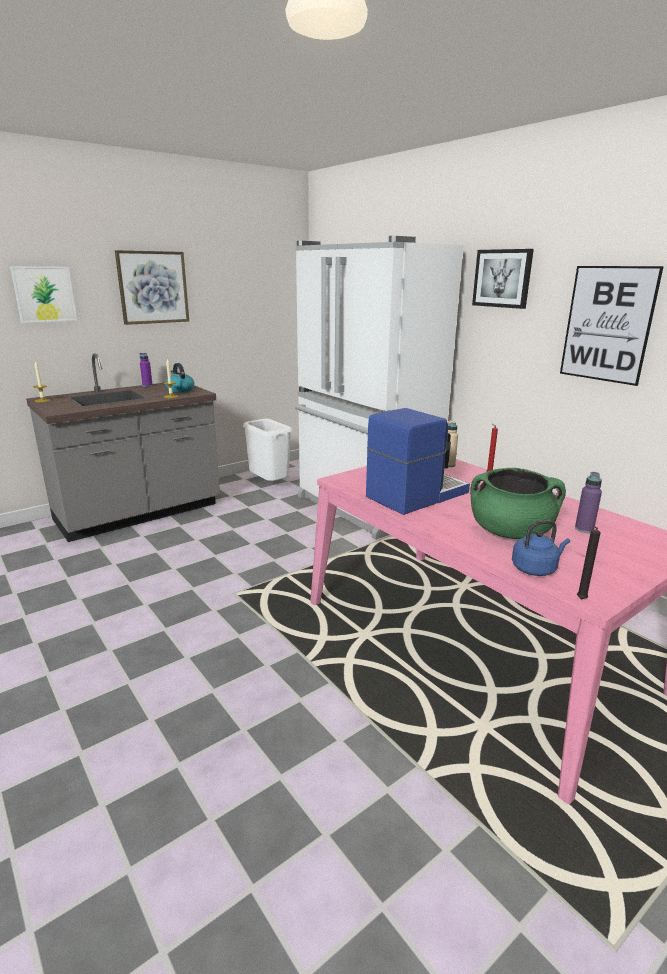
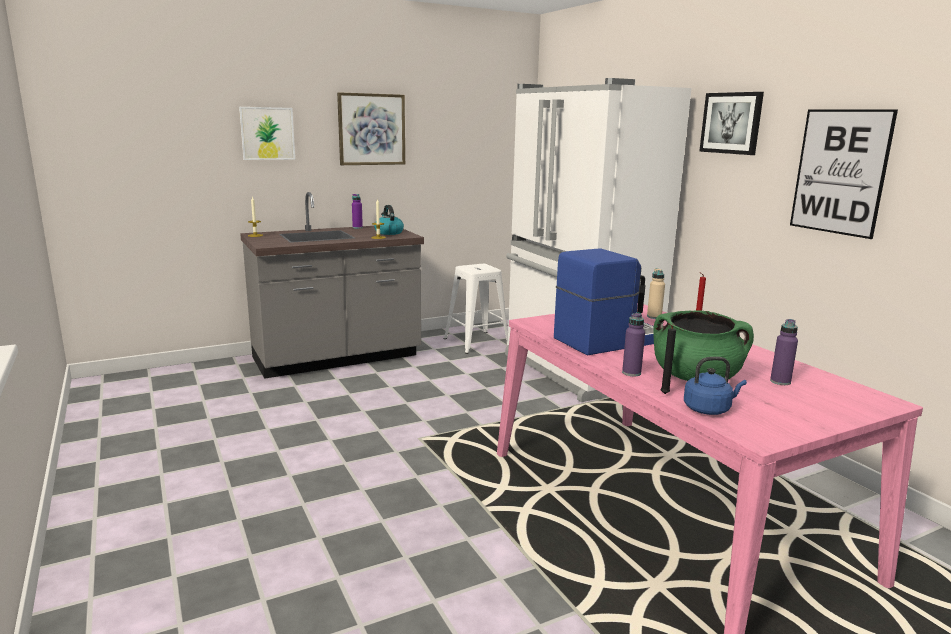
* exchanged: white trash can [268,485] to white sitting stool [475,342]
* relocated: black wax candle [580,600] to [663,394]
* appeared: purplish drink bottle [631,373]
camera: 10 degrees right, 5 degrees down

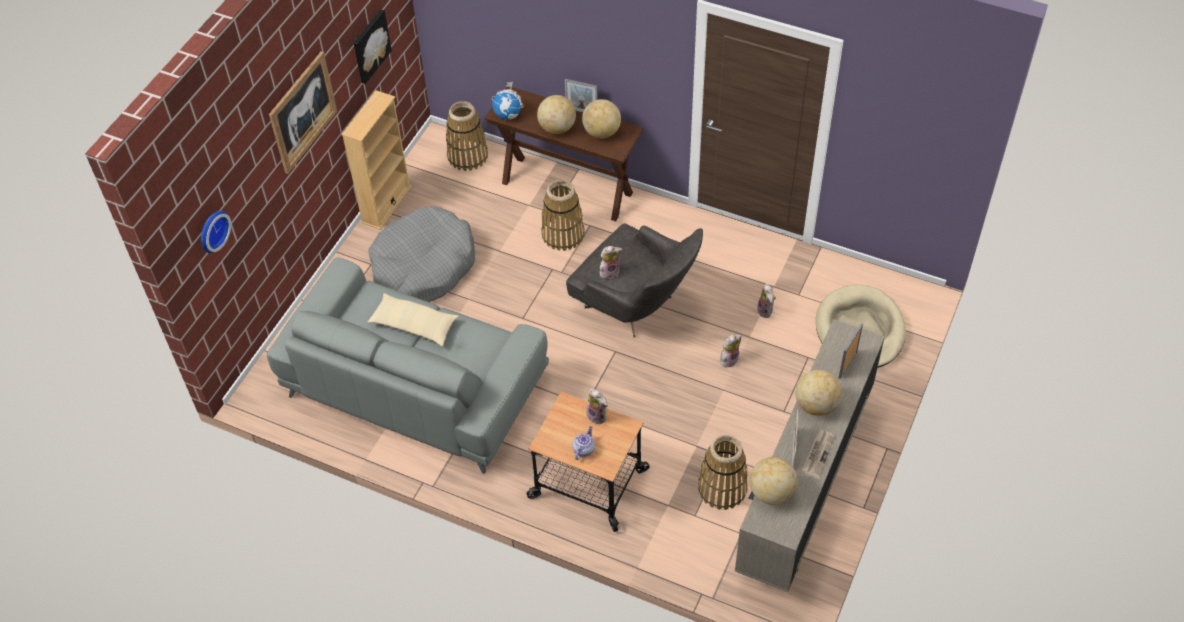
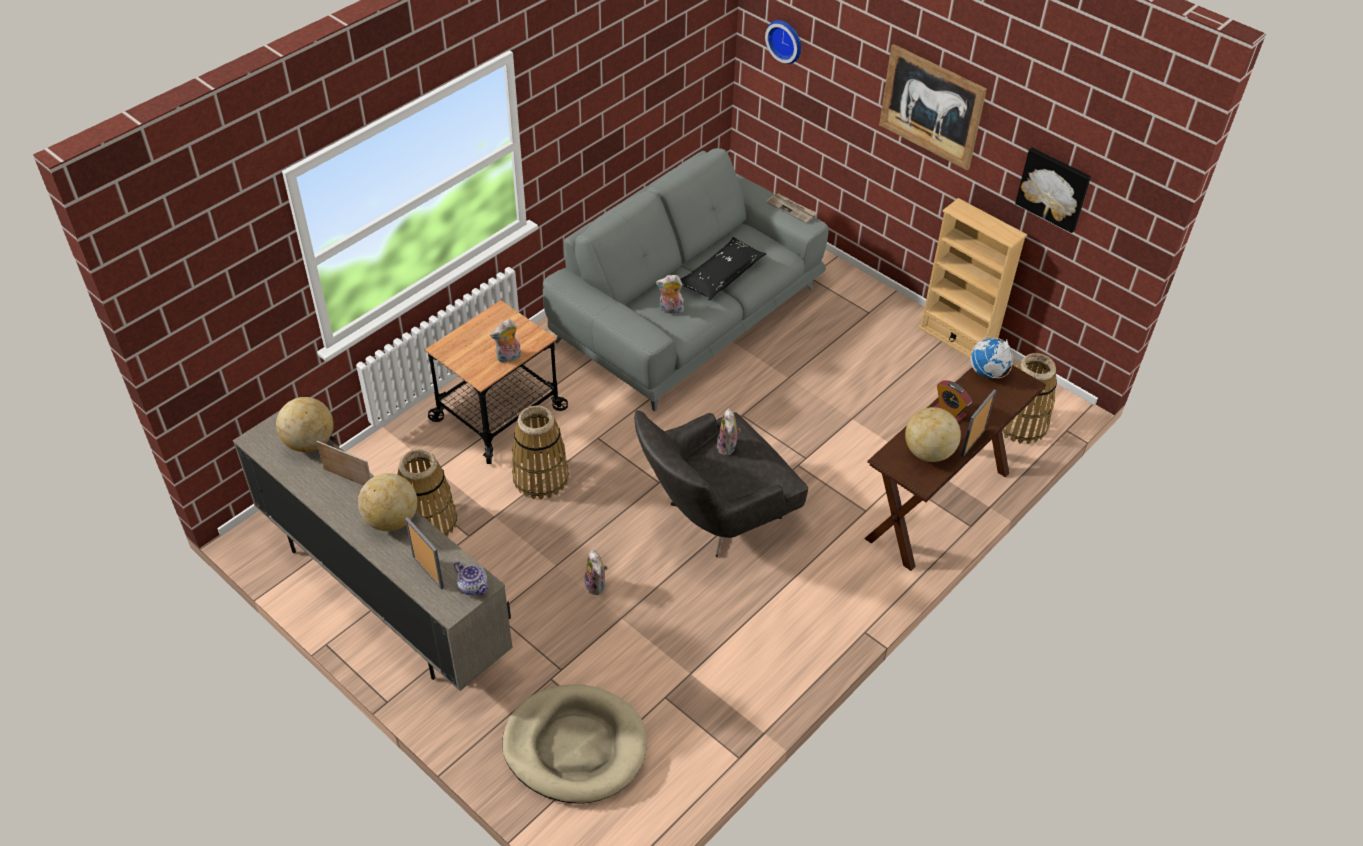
* exchanged: desk globe [557,128] to alarm clock [949,412]
* relocated: household basket [562,234] to [540,477]
* missing: grey dog bed [423,267]
* relocated: cuddly toy [766,311] to [670,310]
* colour: sand-coloured pillow [414,325] to black pillow [721,276]
* relocated: teapot [583,449] to [473,587]
* relocated: newspaper [818,454] to [791,209]
camera: 105 degrees right, 5 degrees down

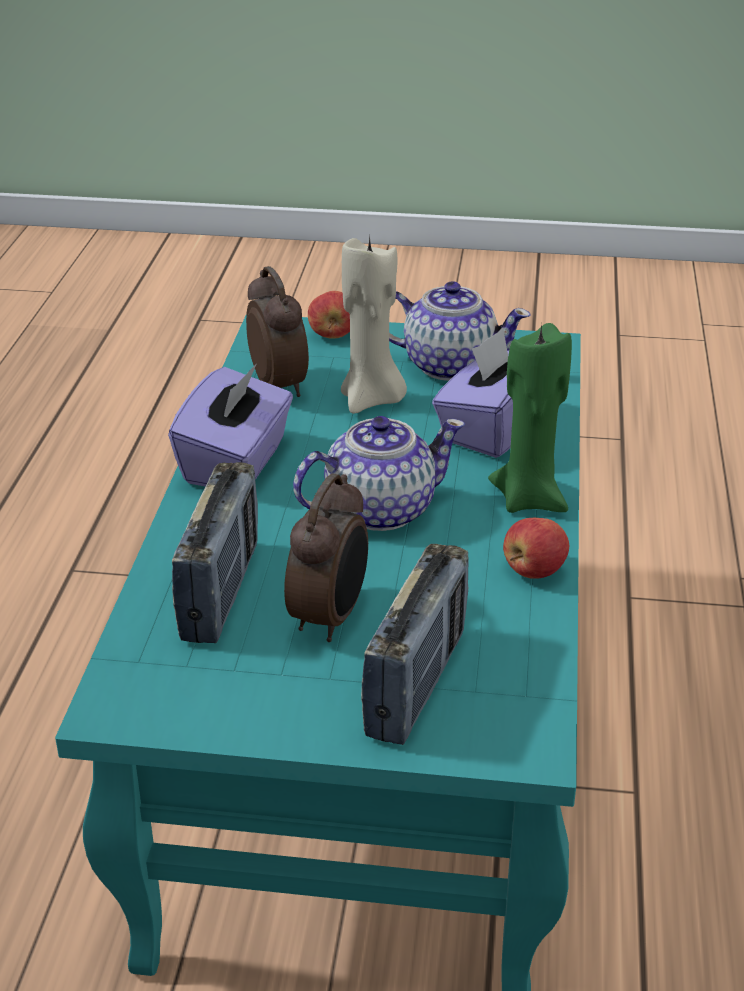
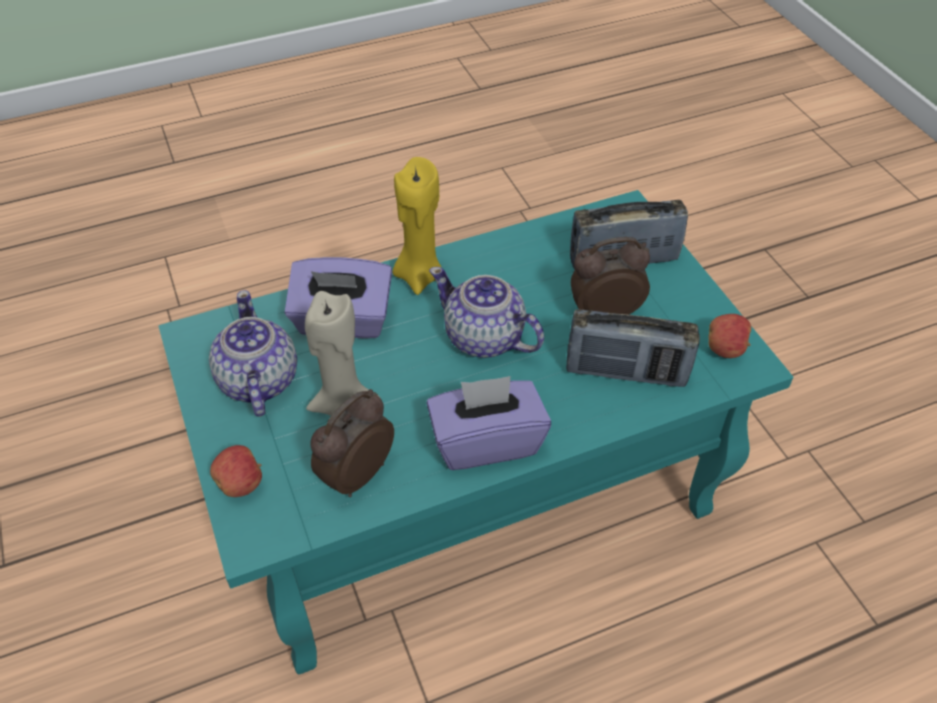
* colour: green wax candle [529,498] to yellowish wax candle [419,275]
* spun: radio set [221,591] = [625,372] 150 degrees counterclockwise
* relocated: apple [533,571] to [725,349]
camera: 120 degrees left, 15 degrees up

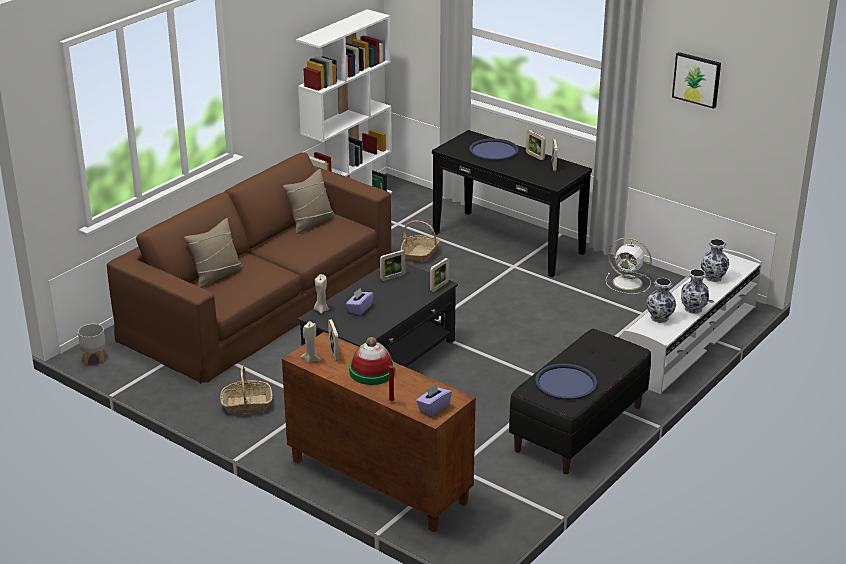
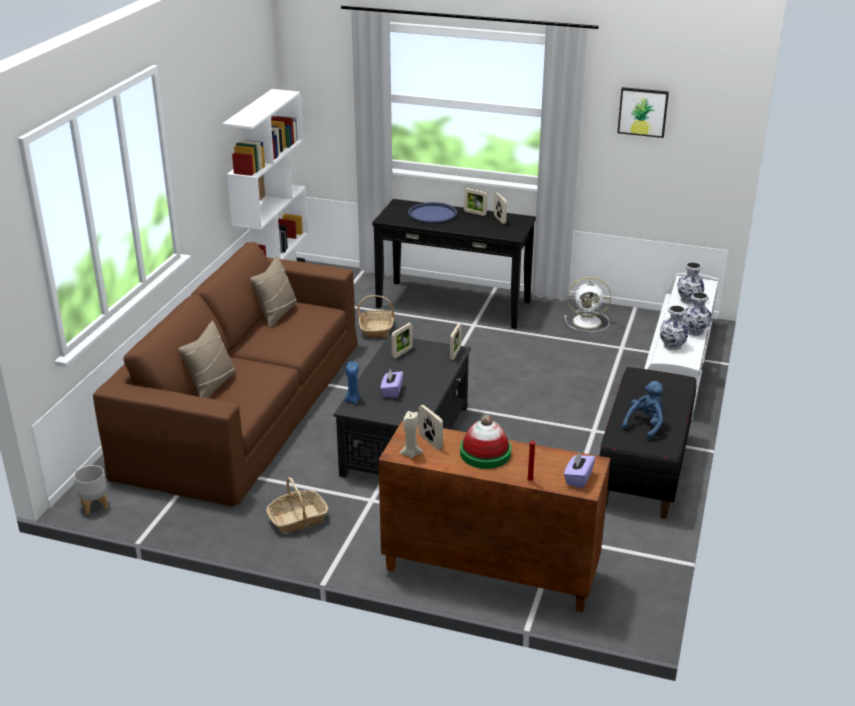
* colour: sand-coloured wax candle [321,310] to blue wax candle [352,400]
* exchanged: blue carrying tray [566,383] to blue cuddly toy [645,425]
camera: 20 degrees left, 0 degrees up

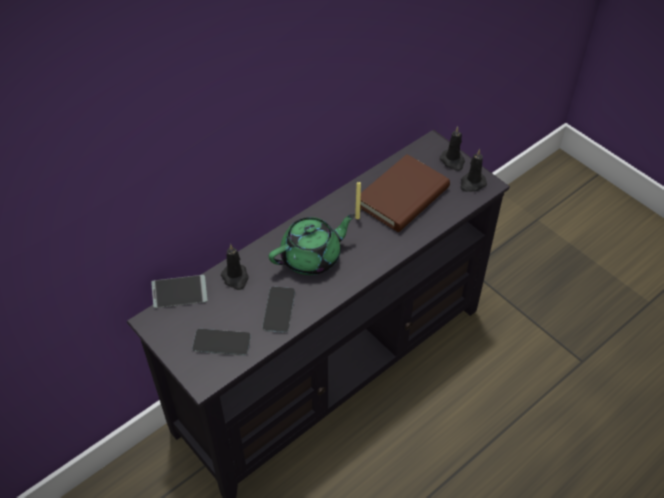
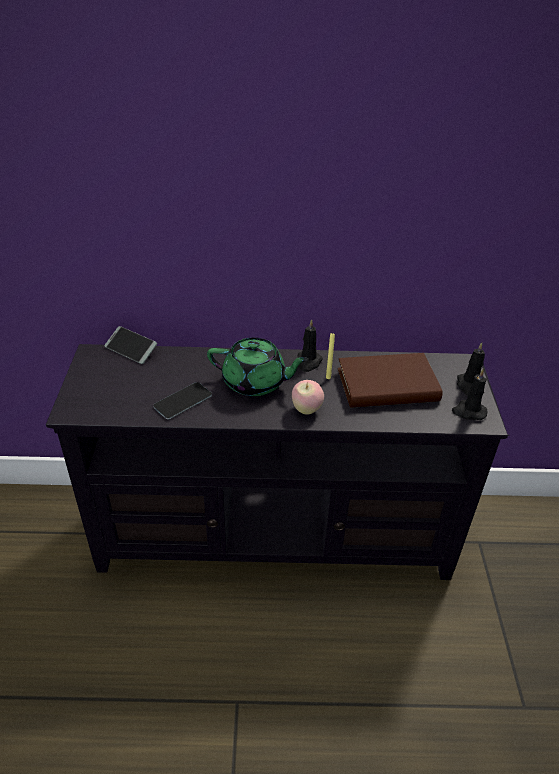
* relocated: black wax candle [235,278] to [308,362]
* missing: telephone [221,342]
* appeared: apple [306,409]
camera: 40 degrees right, 10 degrees down

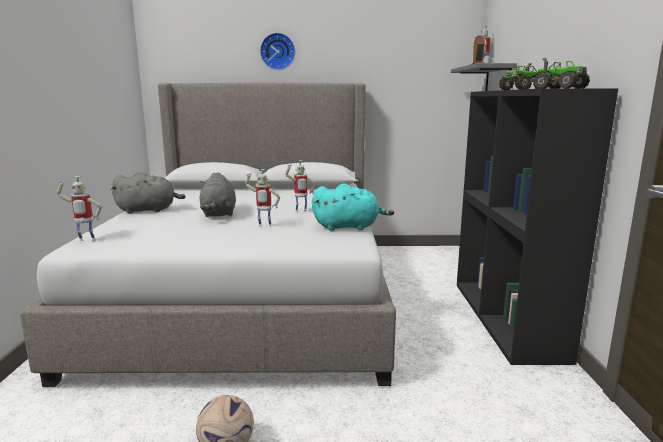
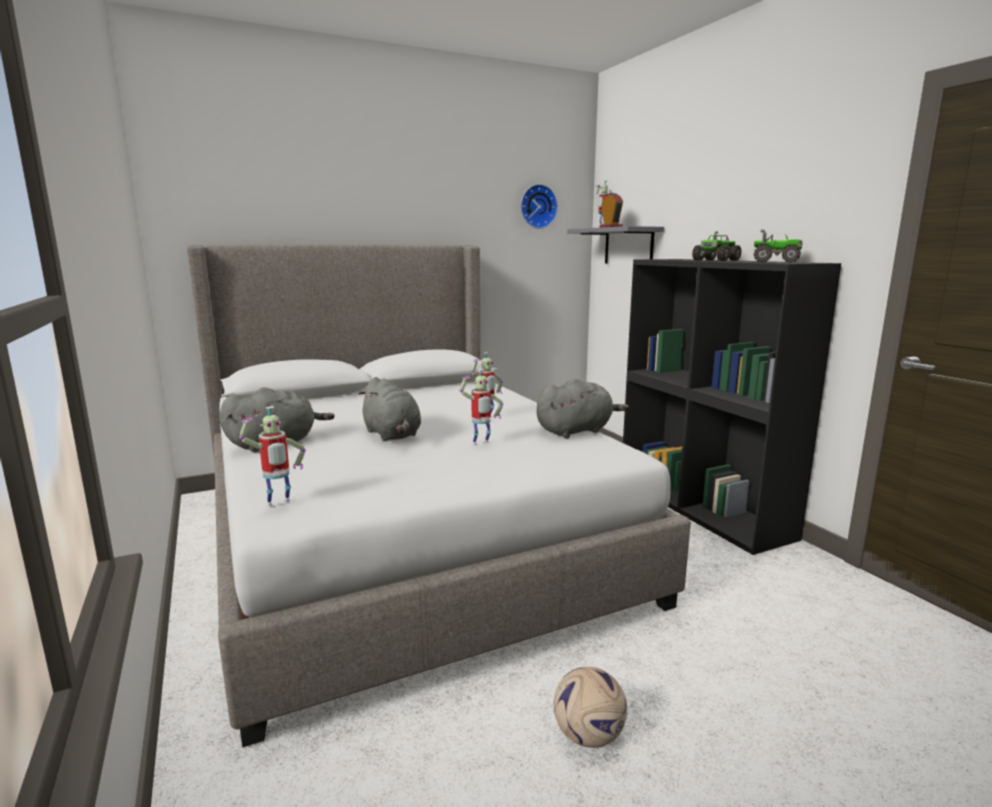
* relocated: clock on the wall [278,51] to [537,206]
* colour: turquoise cuddly toy [349,227] to grey cuddly toy [576,431]
camera: 25 degrees left, 0 degrees up

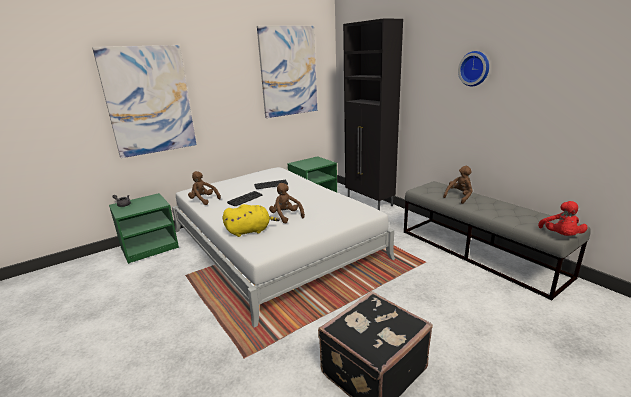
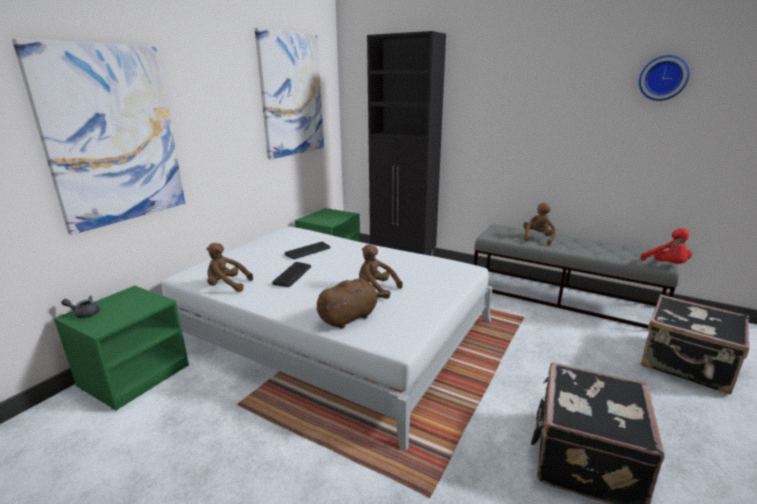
* relocated: clock on the wall [475,68] to [663,78]
* colour: yellowish cuddly toy [250,231] to brown cuddly toy [350,317]
* appeared: black travel case [686,365]
camera: 25 degrees left, 0 degrees up

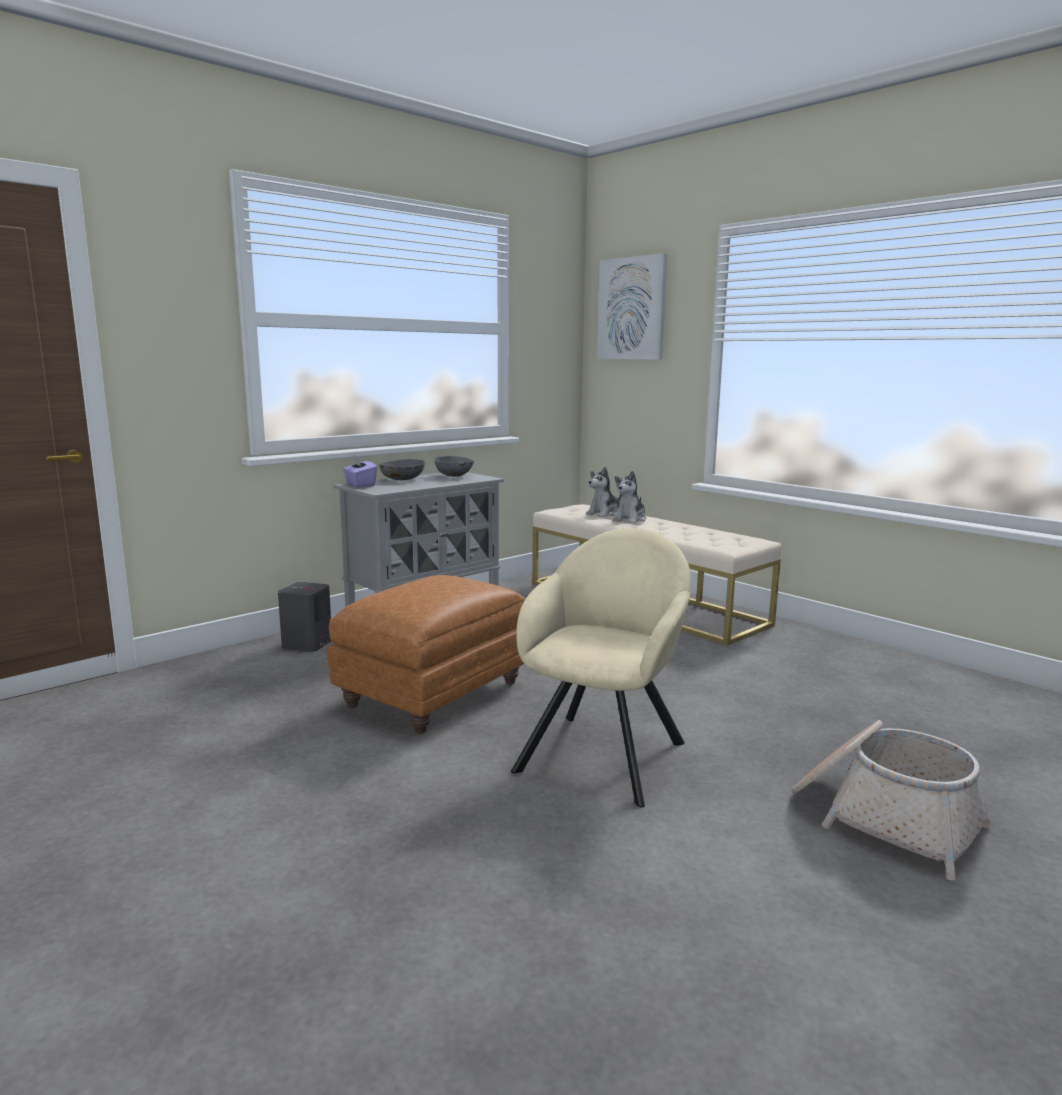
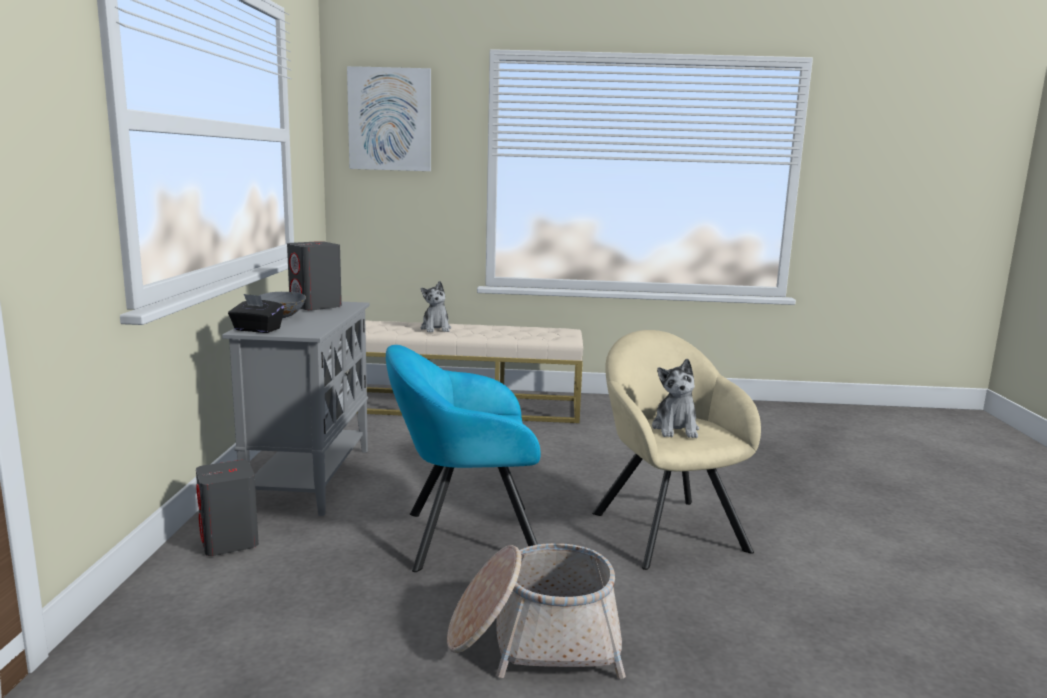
* colour: purplish tissue holder [360,485] to black tissue holder [257,330]
* exchanged: grey serving bowl [455,476] to grey speaker [316,306]
* relocated: cuddly toy [604,514] to [675,429]
* exchanged: brown footrest [434,694] to turquoise armchair [463,537]
* relocated: household basket [883,818] to [534,640]
camera: 45 degrees left, 0 degrees up

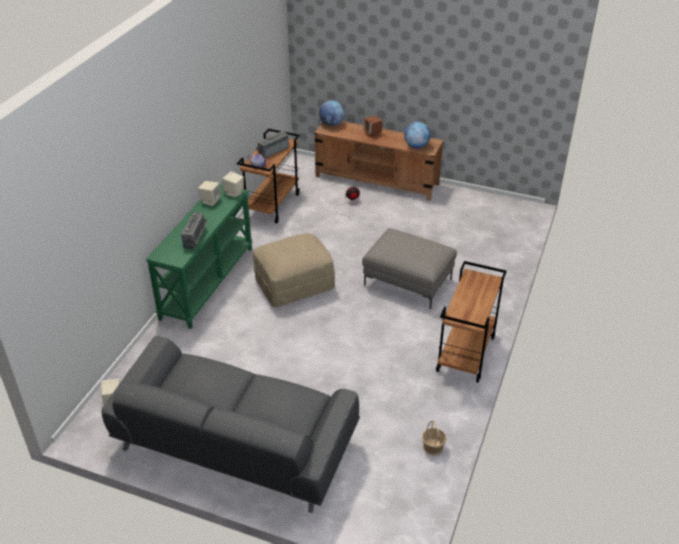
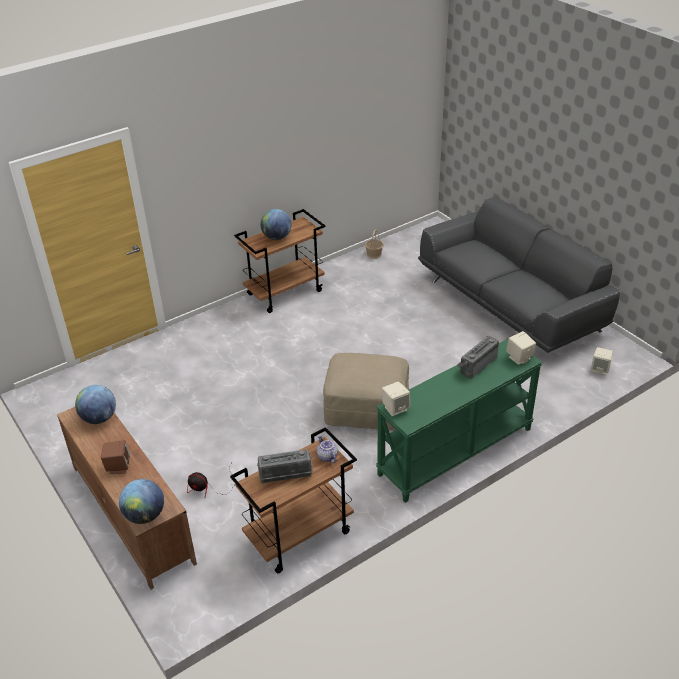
* relocated: sand-coloured speaker [210,201] to [519,358]
* missing: grey footrest [409,282]
* appeared: desk globe [277,237]
camera: 145 degrees left, 0 degrees up

